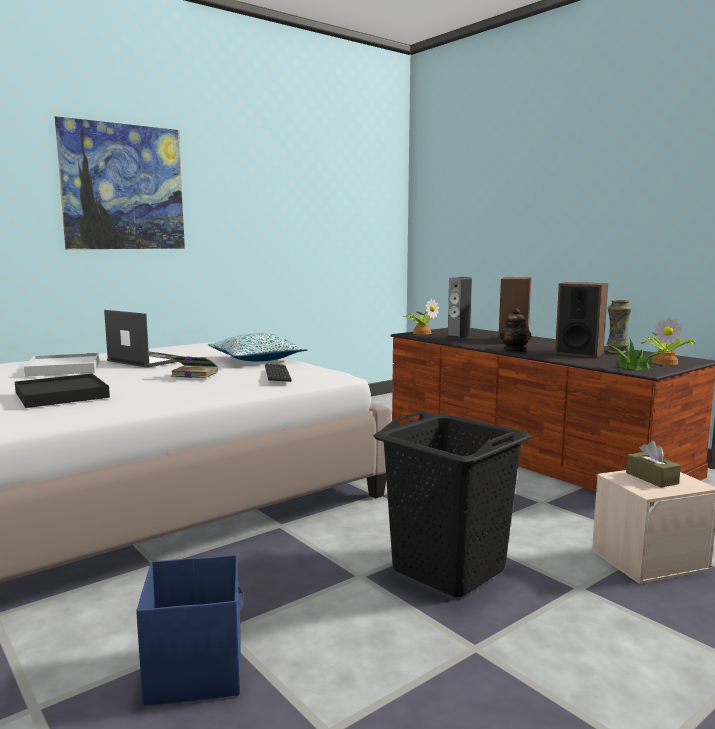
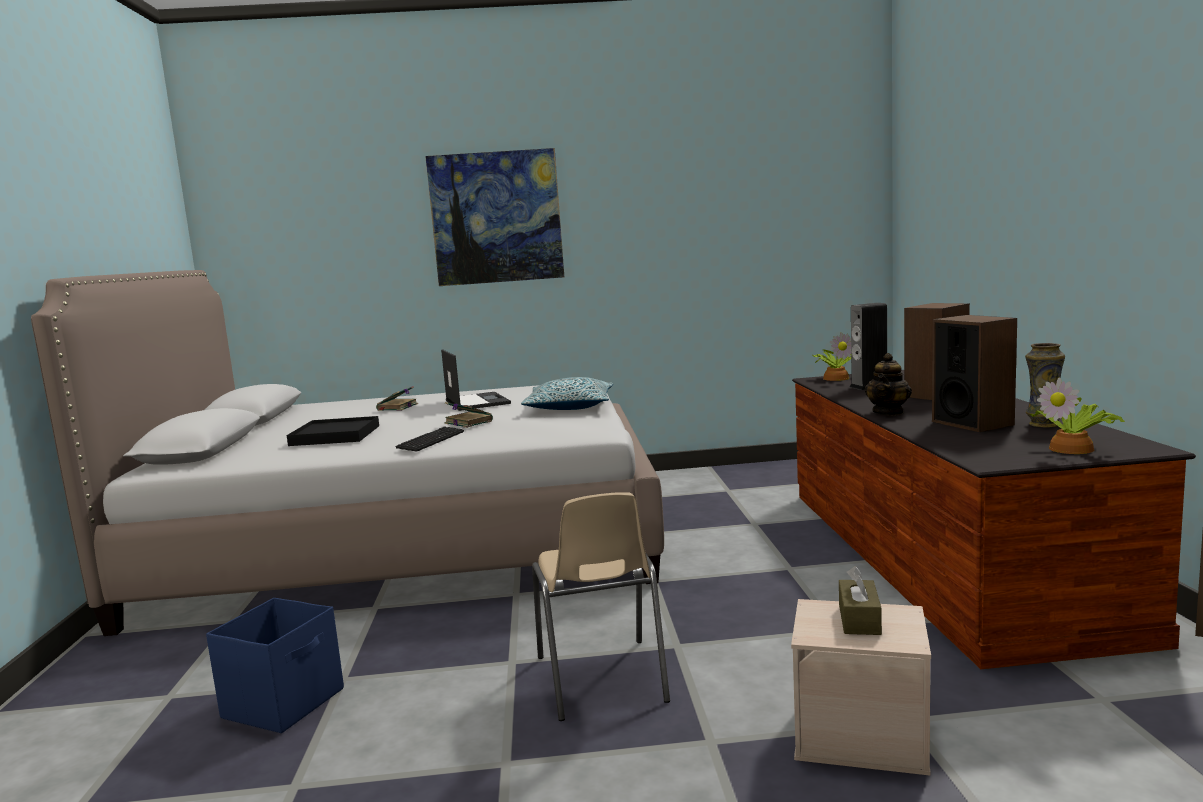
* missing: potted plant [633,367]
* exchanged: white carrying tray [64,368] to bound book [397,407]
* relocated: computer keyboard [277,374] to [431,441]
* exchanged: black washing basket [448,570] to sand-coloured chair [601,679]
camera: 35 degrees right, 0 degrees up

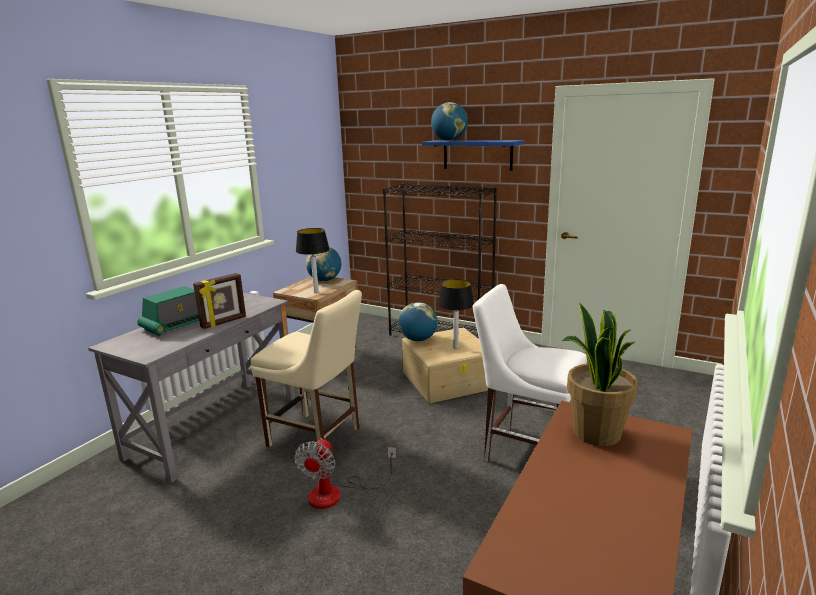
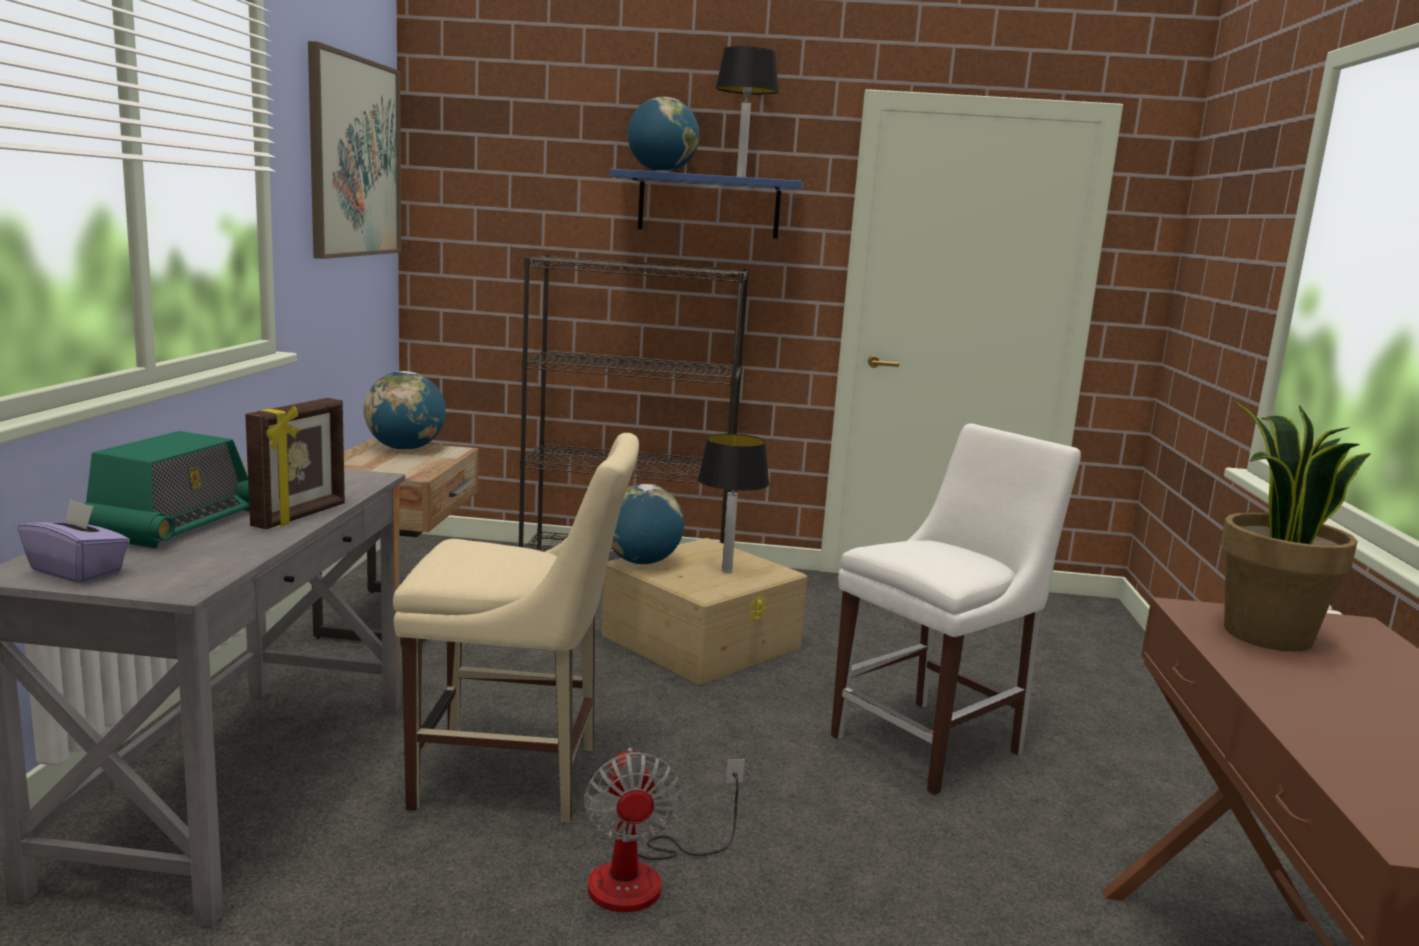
* relocated: tabletop lamp [316,292] to [740,177]
* spun: white chair [525,450] = [934,742] 135 degrees clockwise
* appeared: wall art [355,158]
* appeared: purplish tissue holder [78,571]
camera: 25 degrees left, 5 degrees down

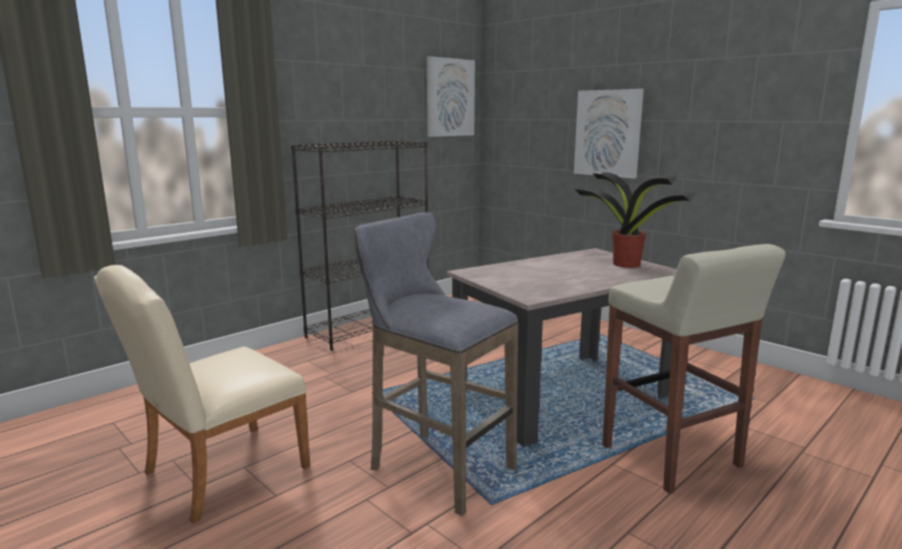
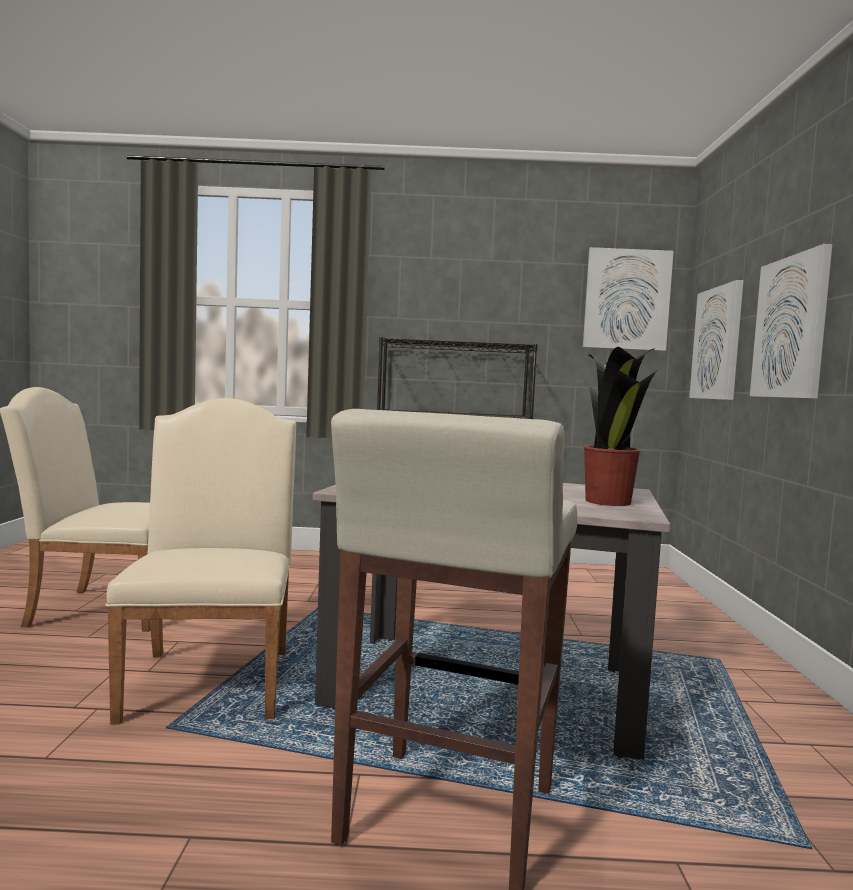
* exchanged: grey sitting stool [435,467] to sand-coloured chair [212,677]
* appeared: wall art [717,343]
camera: 45 degrees right, 10 degrees down

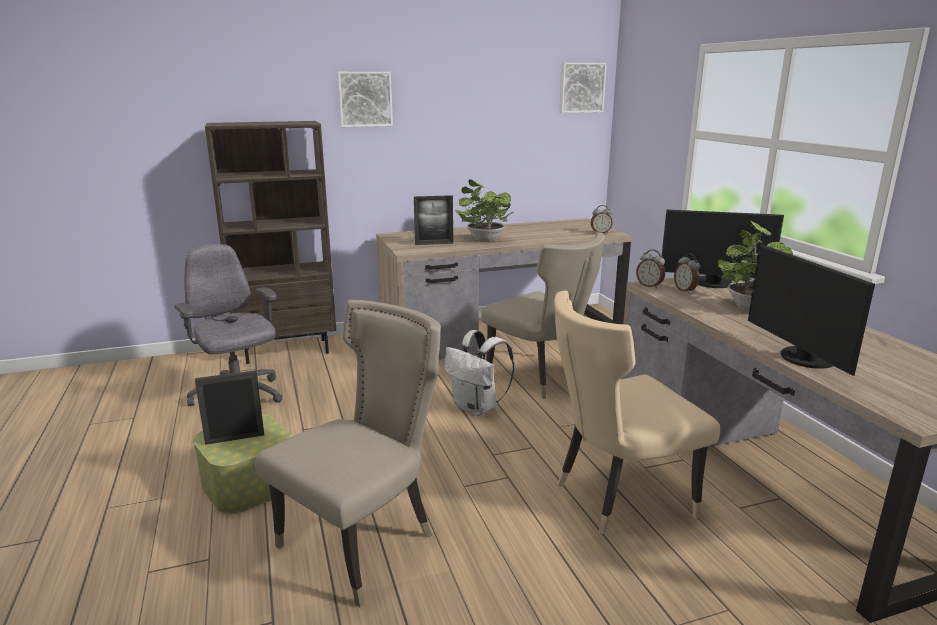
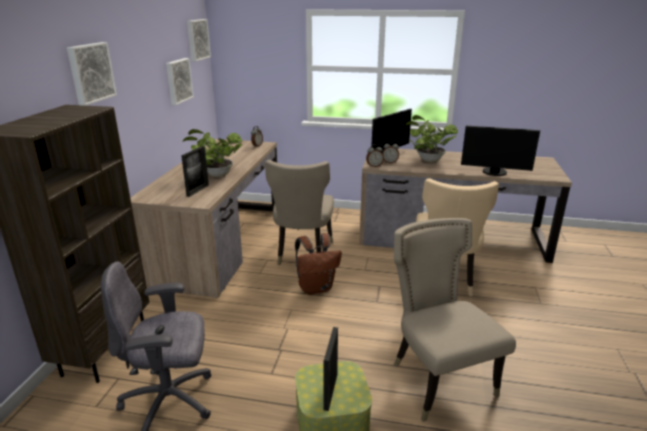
* spun: sand-coloured chair [540,378] = [302,254] 105 degrees clockwise
* colour: white backpack [477,408] to brown backpack [316,288]
* appeared: wall art [178,81]
camera: 60 degrees left, 5 degrees up

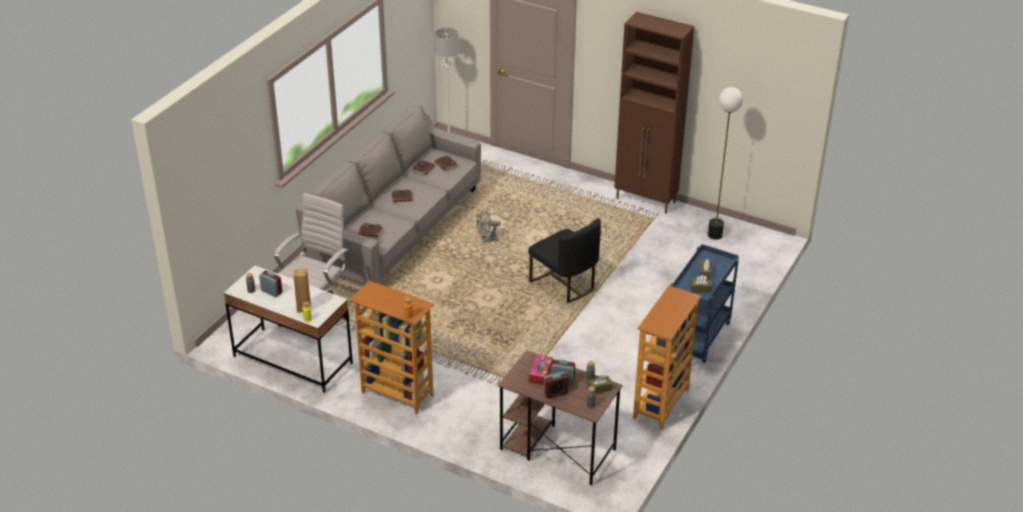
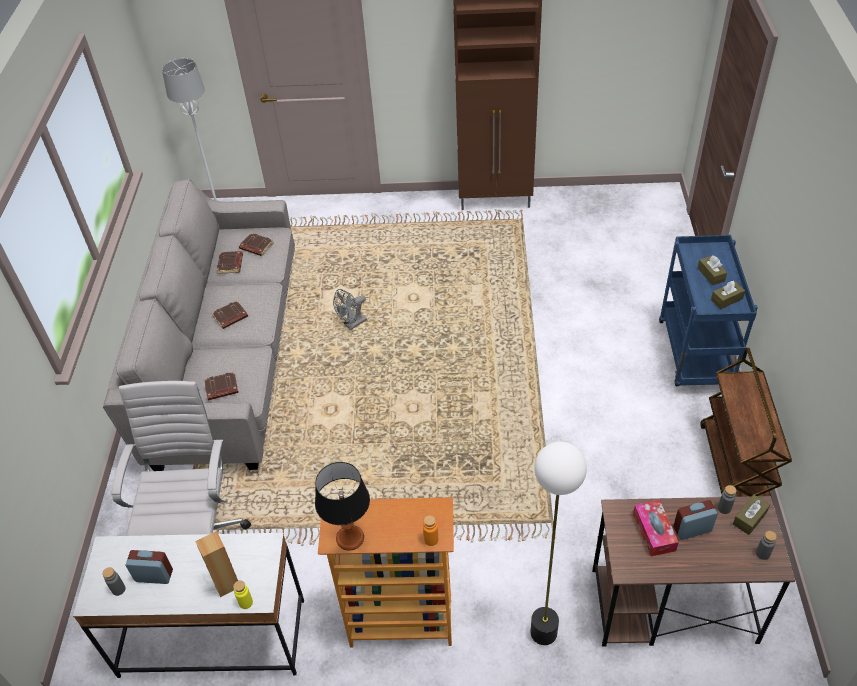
* relocated: floor lamp [714,235] to [543,633]
* missing: black chair [564,284]
* exchanged: bookcase [661,404] to brown cart [734,469]
* missing: alarm clock [555,393]
* appeared: tabletop lamp [350,539]
camera: 25 degrees left, 10 degrees up

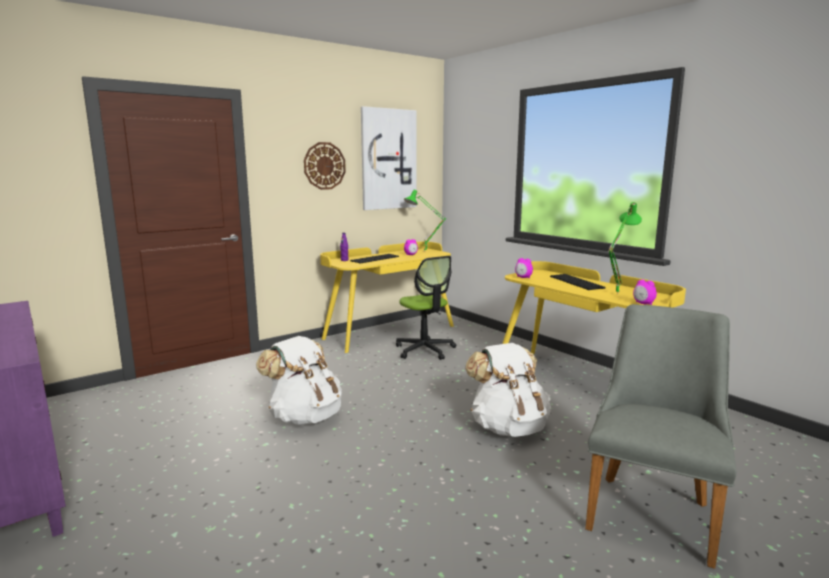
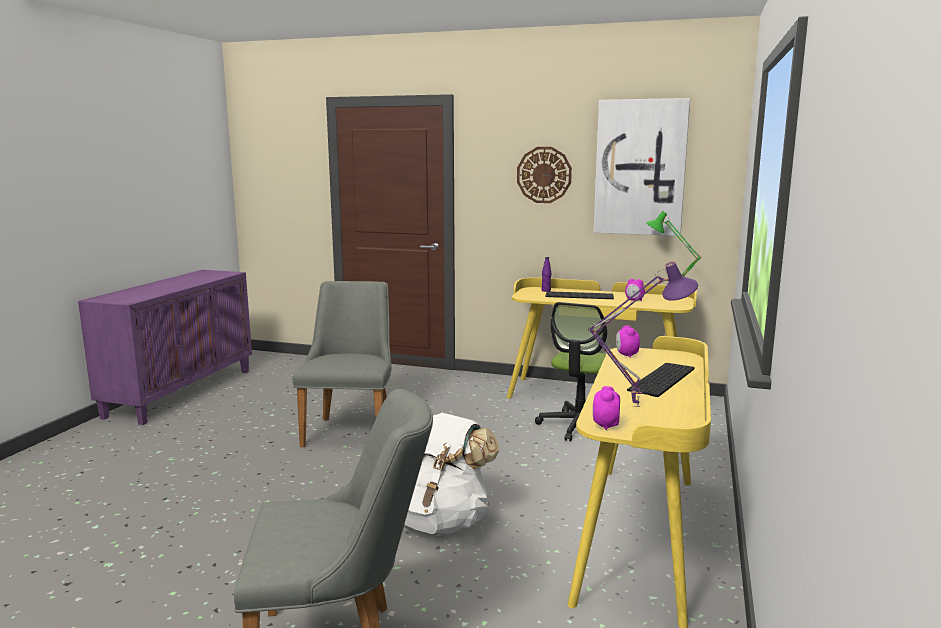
* colour: green tabletop lamp [615,293] to purplish tabletop lamp [635,405]
* exchanged: white backpack [305,417] to grey chair [352,429]
camera: 55 degrees right, 0 degrees up

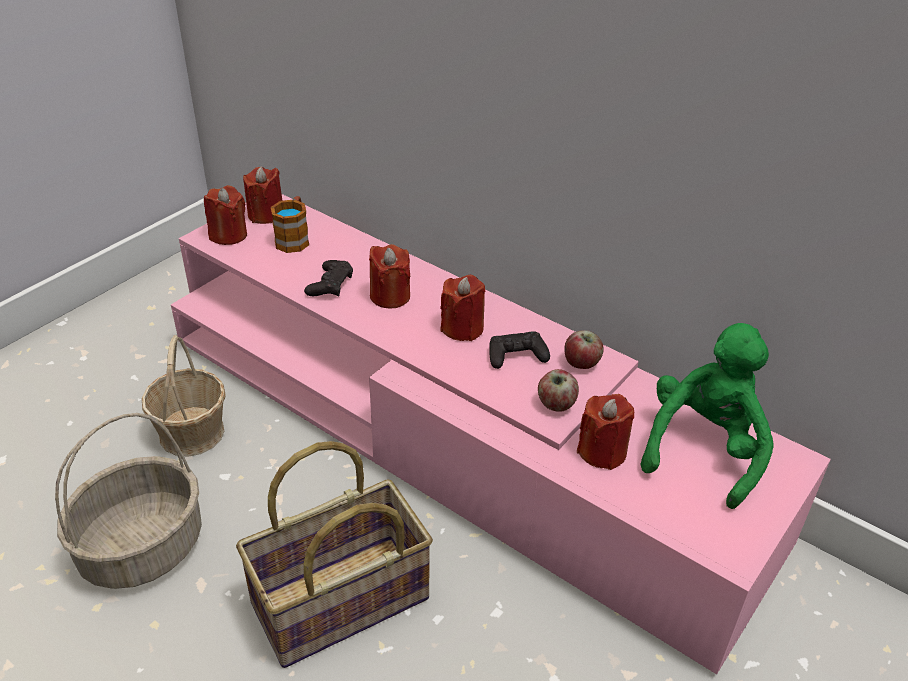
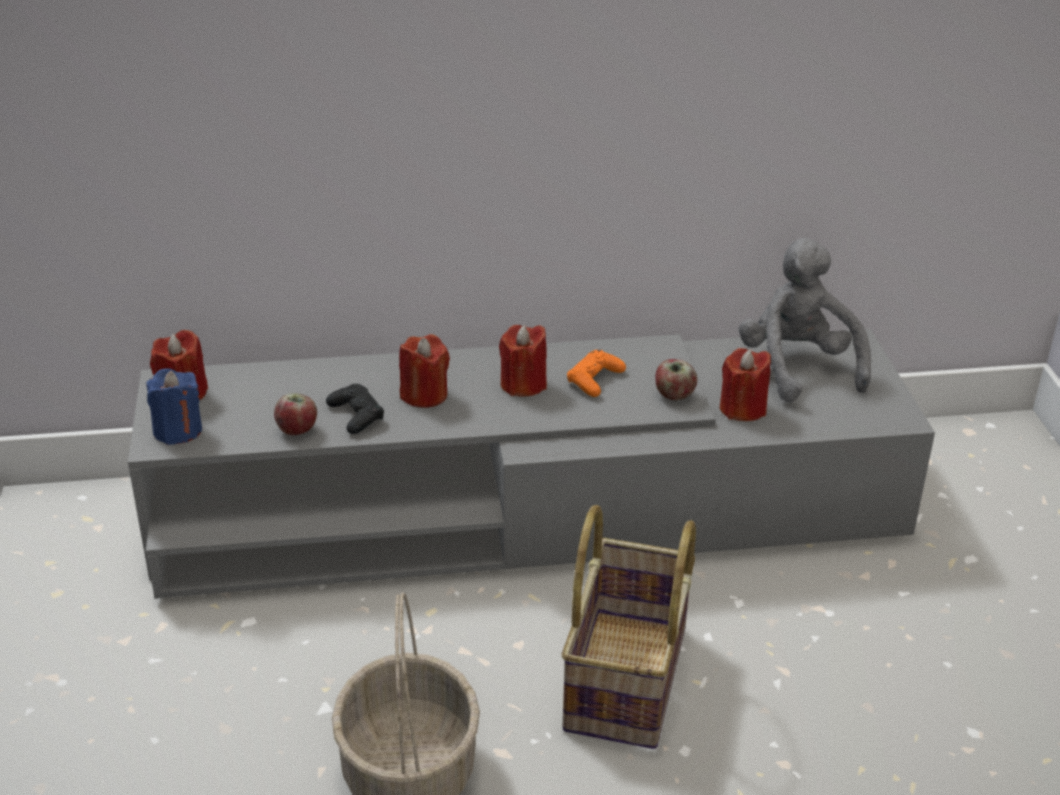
* colour: red wax candle [228,235] to blue wax candle [178,430]
* colour: pink-coloured tv stand [451,434] to grey tv stand [528,511]
* missing: tea mug [294,238]
* colour: green cuddly toy [704,449] to grey cuddly toy [797,368]
* relocated: apple [582,363] to [297,429]
* colour: black gamepad [516,356] to orangey gamepad [594,380]
* missing: household basket [192,432]
camera: 45 degrees left, 5 degrees down

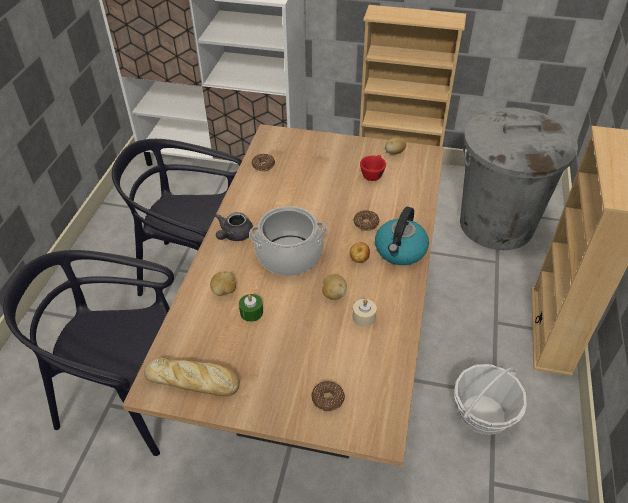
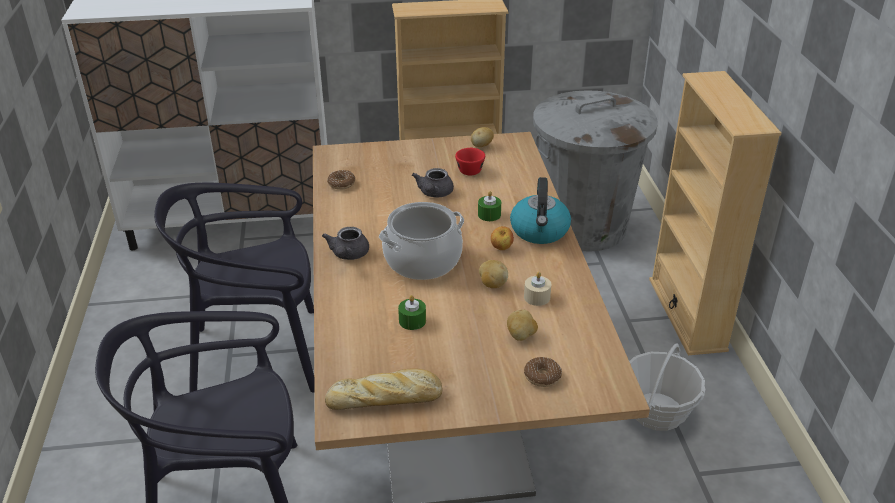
* exchanged: ring doughnut [366,223] to green wax candle [489,214]
* relocated: potato [224,291] to [521,336]
* appeared: grey teapot [434,194]
camera: 20 degrees left, 10 degrees down

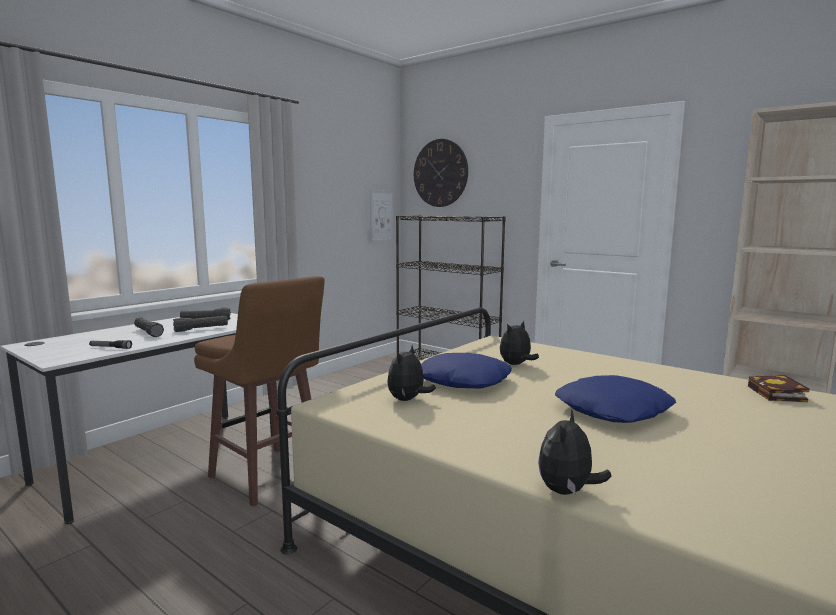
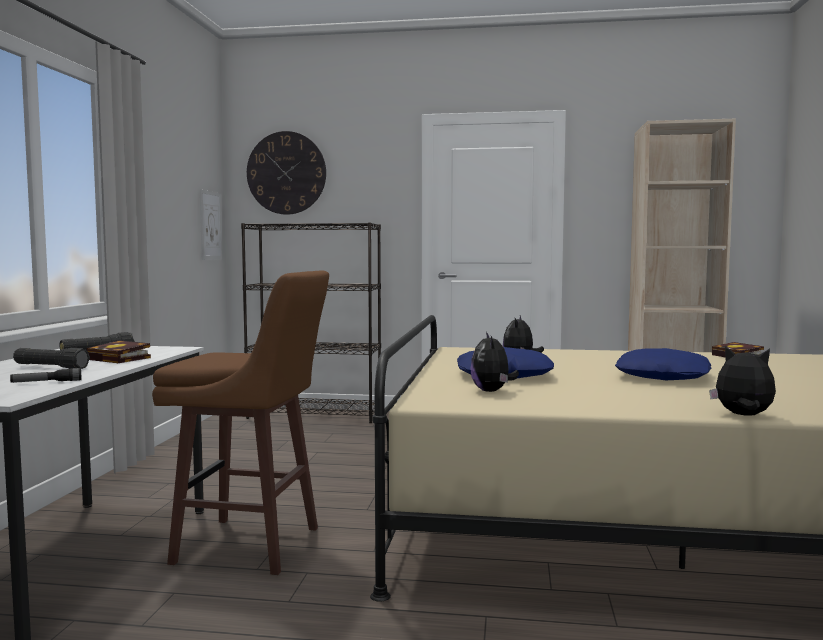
* exchanged: black hand torch [201,329] to bound book [122,359]
* spun: cuddly toy [567,492] = [743,416] 120 degrees clockwise
camera: 30 degrees left, 5 degrees down

